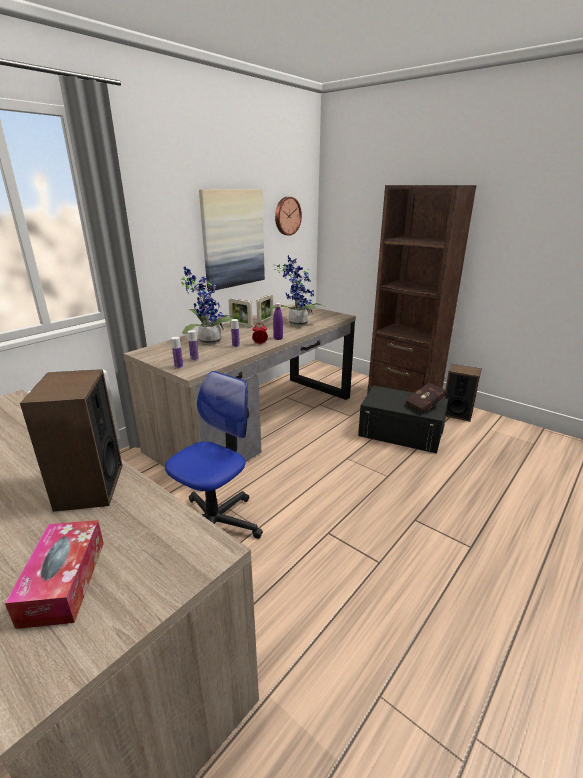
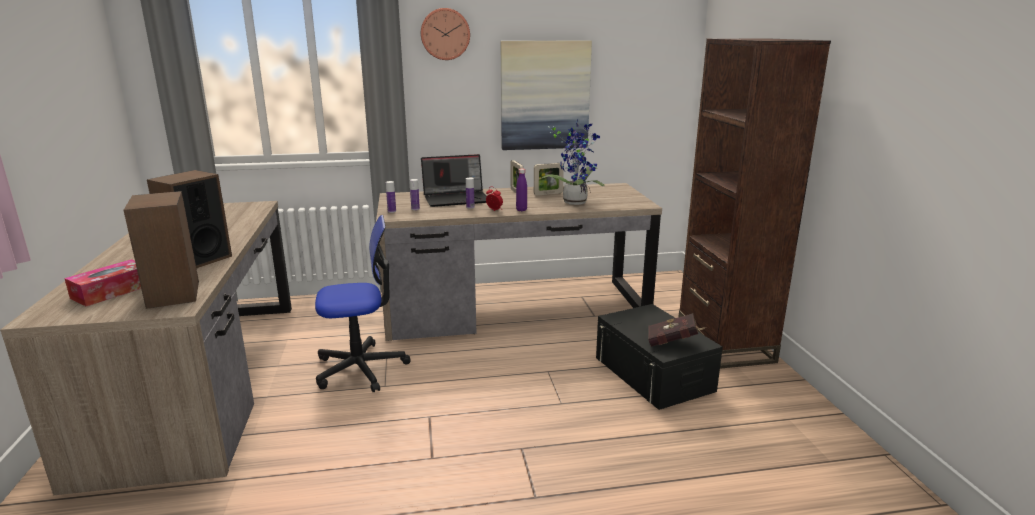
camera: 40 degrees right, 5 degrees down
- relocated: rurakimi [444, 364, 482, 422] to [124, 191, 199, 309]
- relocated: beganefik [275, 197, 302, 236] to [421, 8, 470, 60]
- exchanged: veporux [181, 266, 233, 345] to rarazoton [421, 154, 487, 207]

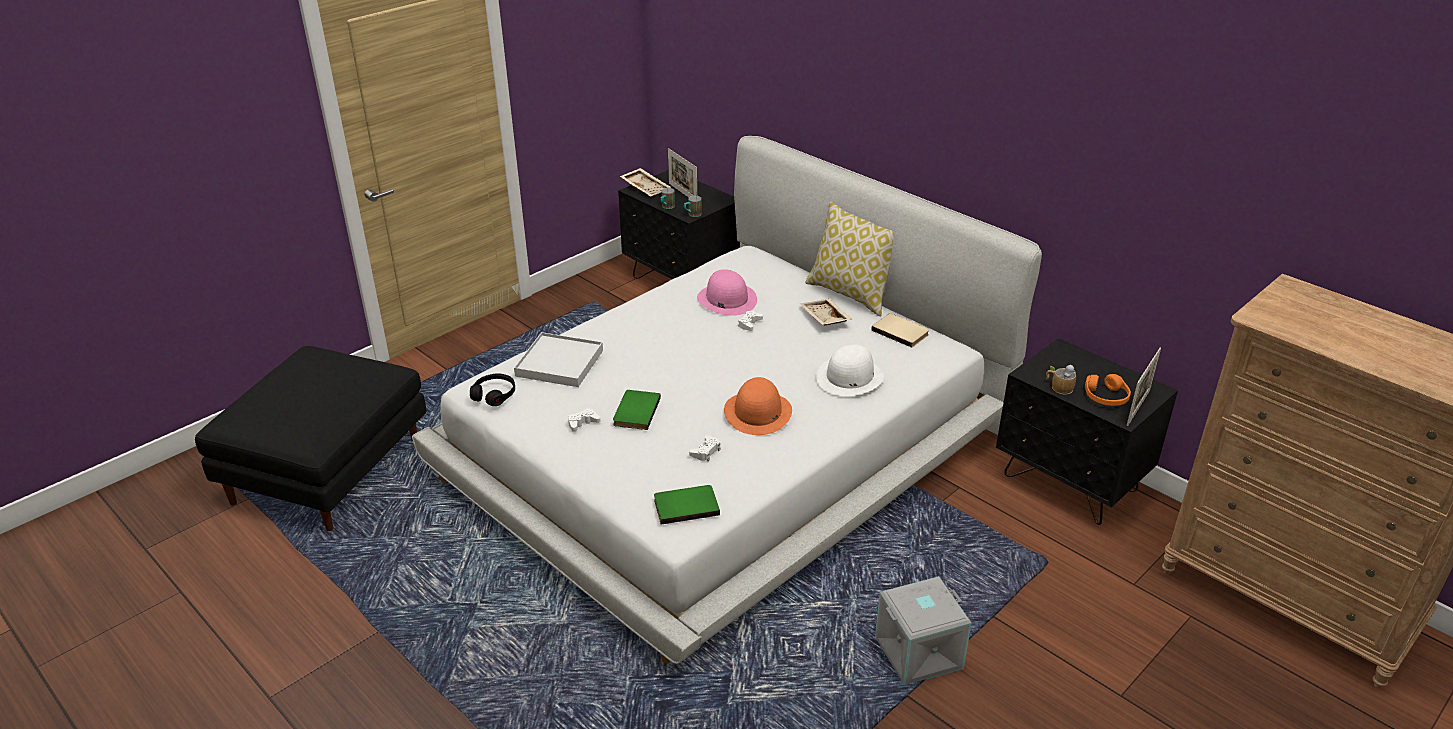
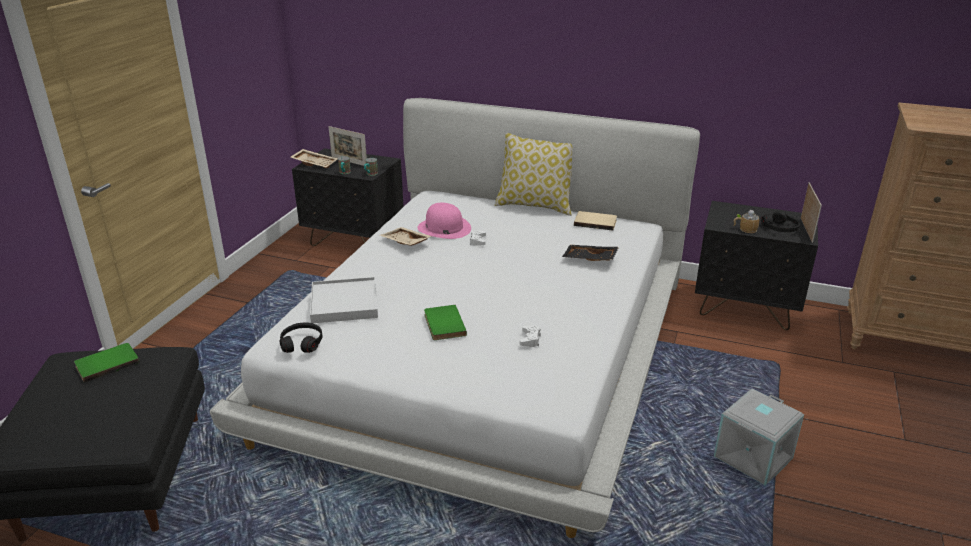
camera: 25 degrees left, 5 degrees down
- relocated: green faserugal [654, 485, 720, 525] to [74, 343, 140, 383]
- relocated: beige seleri [799, 299, 852, 326] to [380, 227, 432, 246]
- exchanged: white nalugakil [816, 344, 884, 396] to black seleri [562, 245, 619, 261]
- colour: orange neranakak [1085, 374, 1131, 406] to black neranakak [761, 211, 800, 232]
- missing: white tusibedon [568, 408, 600, 432]
- missing: orange nalugakil [724, 377, 792, 435]

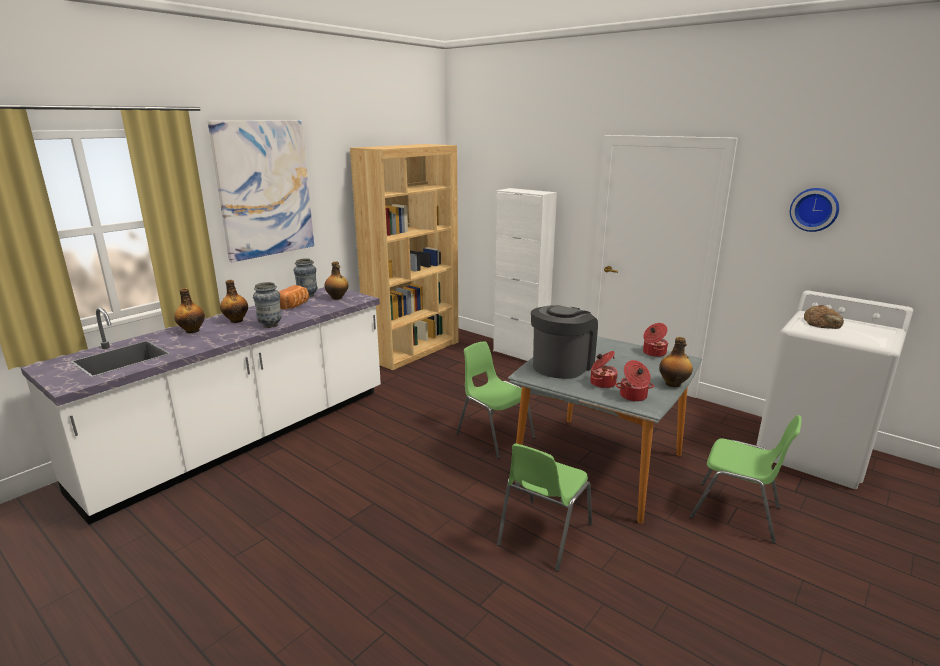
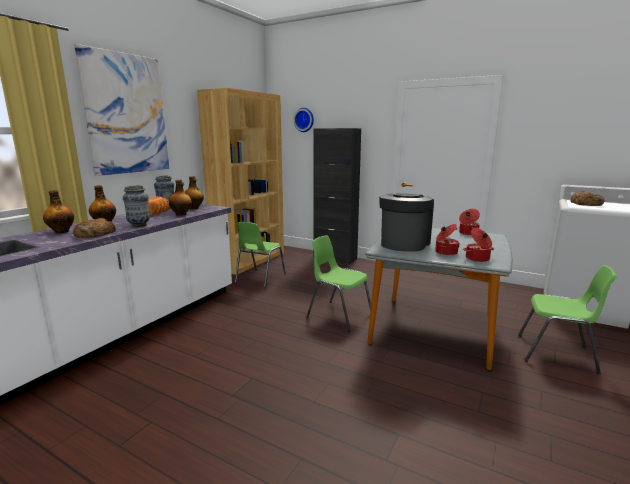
camera: 10 degrees left, 5 degrees down
- appeared: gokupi [73, 218, 115, 238]
- relocated: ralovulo [659, 337, 693, 387] to [169, 180, 192, 216]
- relocated: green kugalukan [497, 443, 592, 572] to [235, 222, 286, 288]
- relocated: beganefik [790, 188, 839, 232] to [293, 108, 314, 132]
- colour: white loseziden [493, 188, 557, 361] to black loseziden [313, 128, 361, 264]

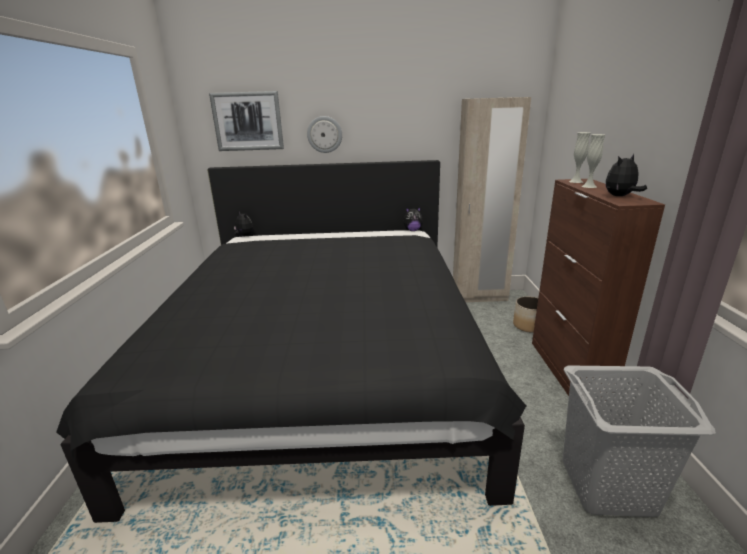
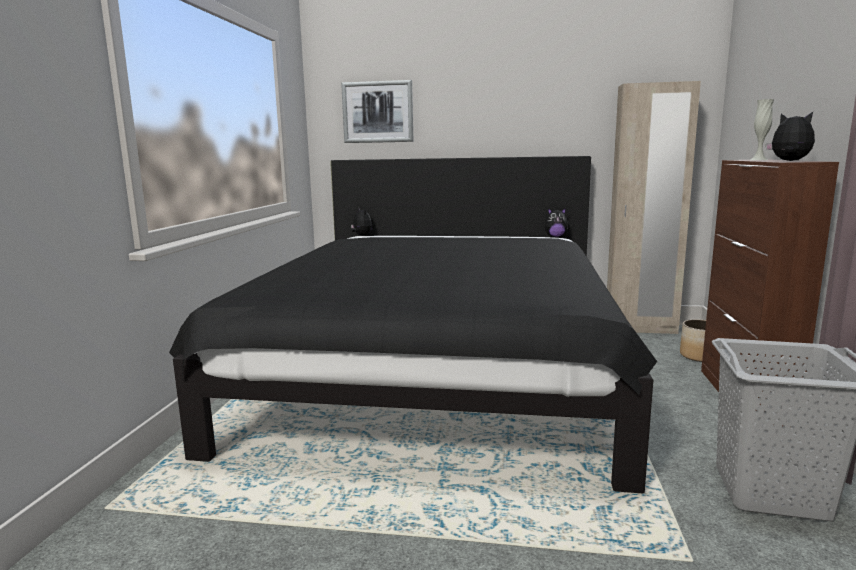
camera: 10 degrees right, 10 degrees down
- spun: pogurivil [606, 154, 647, 196] = [766, 112, 815, 161] 60 degrees clockwise
- missing: beganefik [307, 116, 342, 153]
- missing: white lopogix [569, 132, 590, 183]

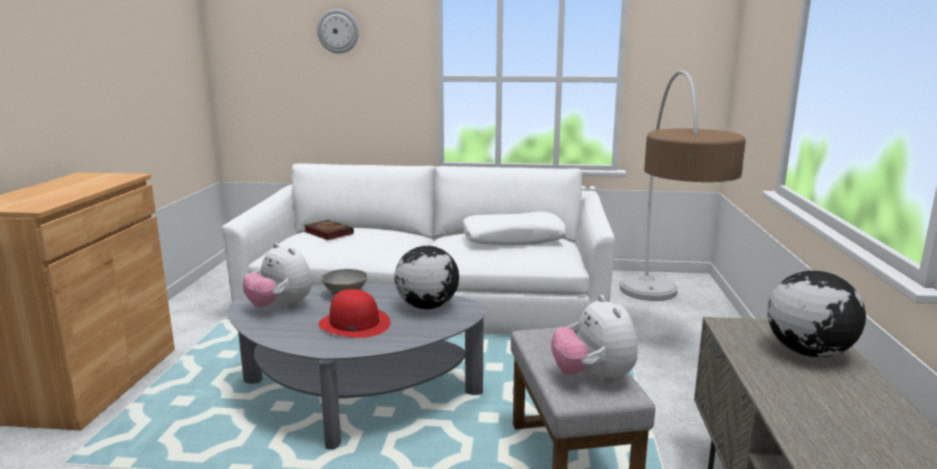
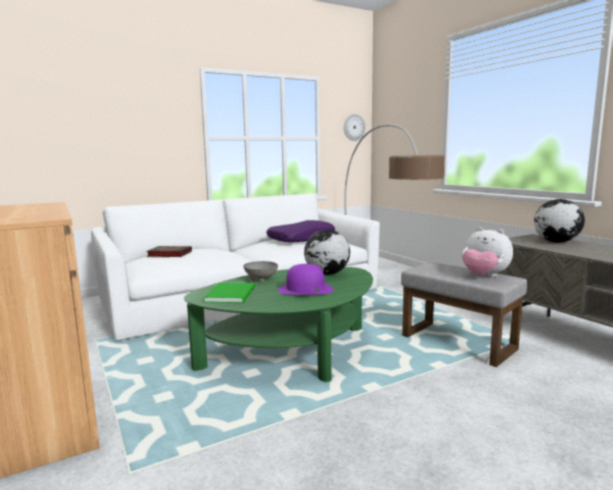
camera: 35 degrees left, 5 degrees down
- colour: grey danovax [228, 284, 487, 449] to green danovax [184, 267, 373, 382]
- exchanged: pogurivil [243, 243, 312, 308] to green faserugal [204, 283, 255, 303]
- colour: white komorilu [462, 212, 566, 245] to purple komorilu [266, 220, 335, 242]
- colour: red nalugakil [318, 289, 390, 338] to purple nalugakil [278, 264, 334, 295]
- relocated: beganefik [317, 9, 359, 54] to [344, 114, 365, 141]

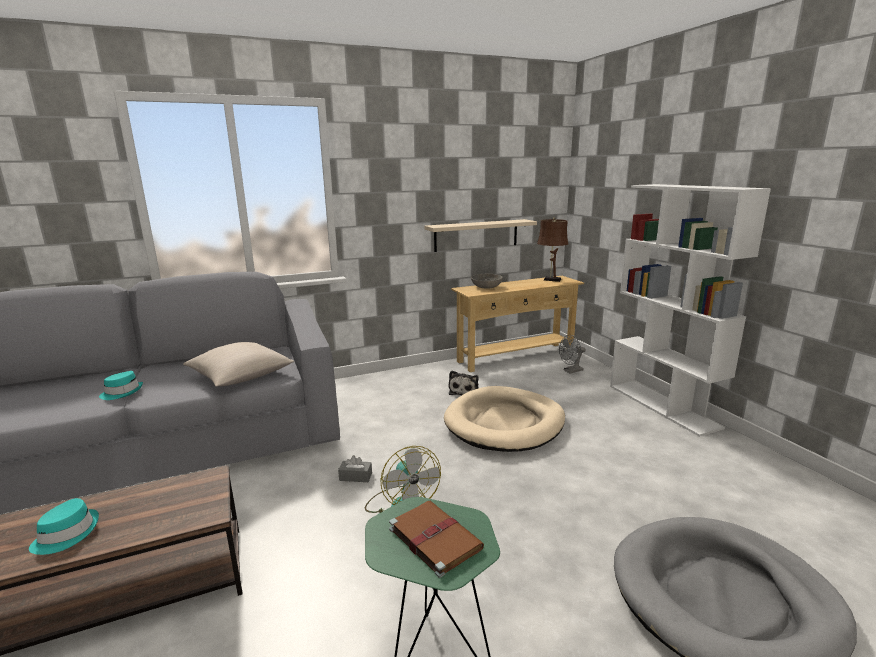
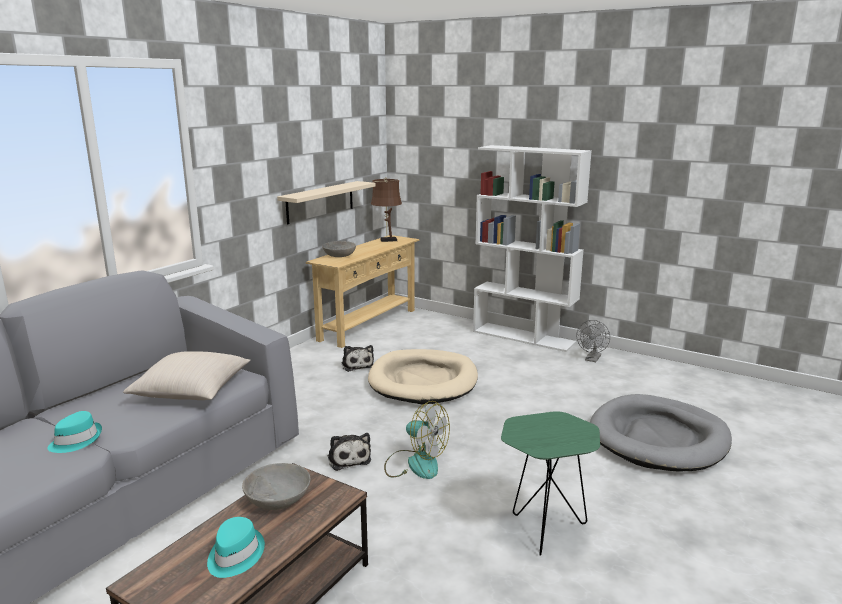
camera: 35 degrees left, 0 degrees up
- appeared: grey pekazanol [242, 463, 311, 510]
- exchanged: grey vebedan [338, 455, 372, 482] to pogurivil [328, 433, 371, 471]
- relocated: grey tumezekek [559, 335, 586, 373] to [577, 320, 610, 362]
- missing: brown faserugal [389, 500, 484, 578]

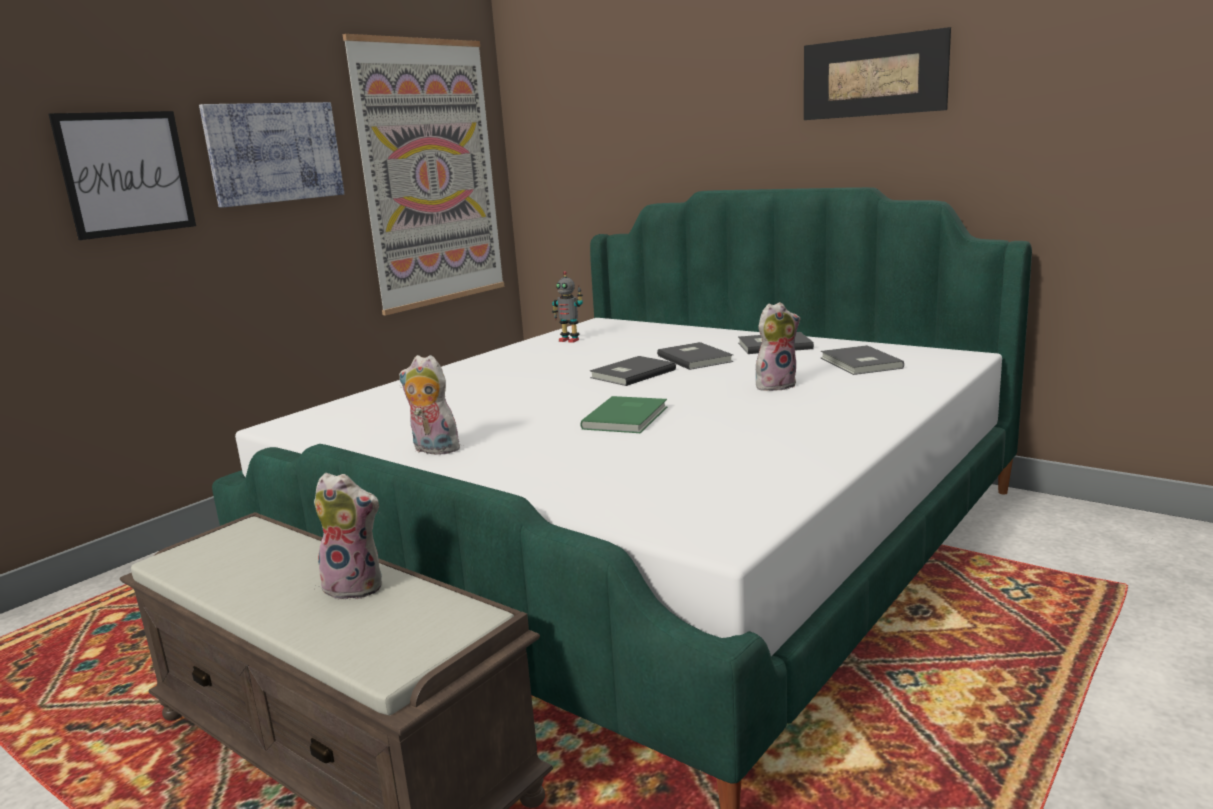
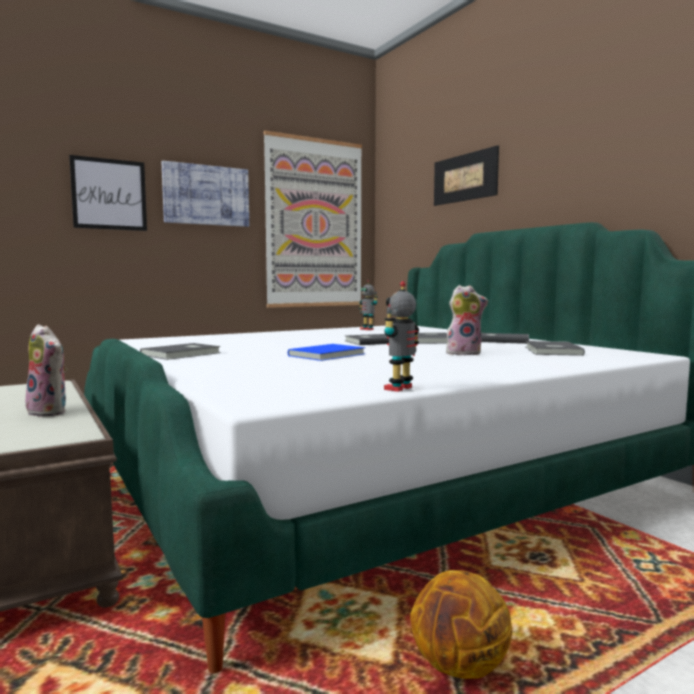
camera: 20 degrees right, 10 degrees down
- exchanged: pogurivil [399, 355, 466, 455] to grey faserugal [140, 343, 221, 360]
- colour: green faserugal [580, 396, 667, 433] to blue faserugal [288, 344, 365, 361]
- appeared: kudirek [384, 281, 419, 392]
- appeared: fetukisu [410, 570, 512, 679]
- relocated: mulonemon [804, 27, 951, 120] to [434, 145, 499, 206]

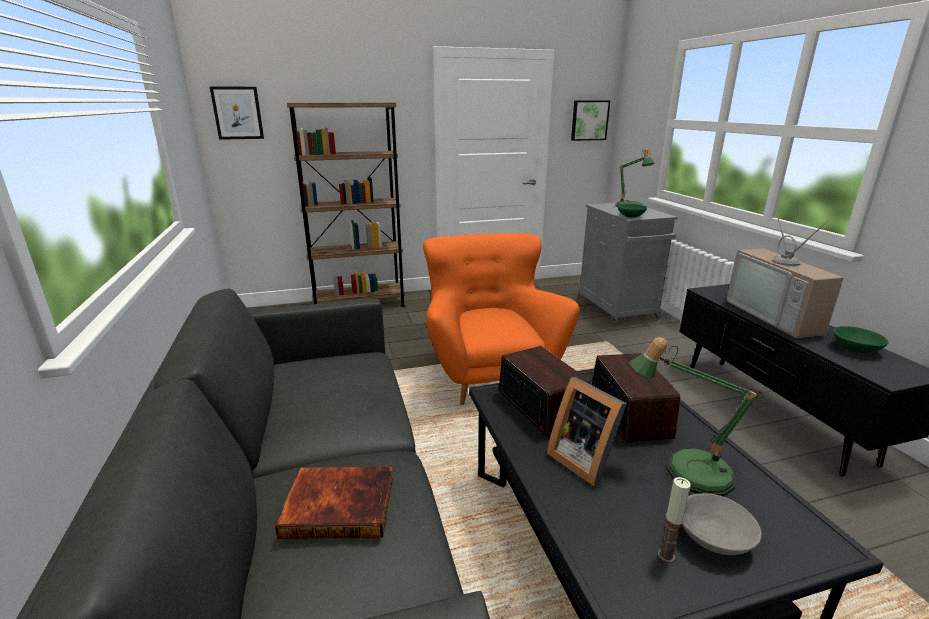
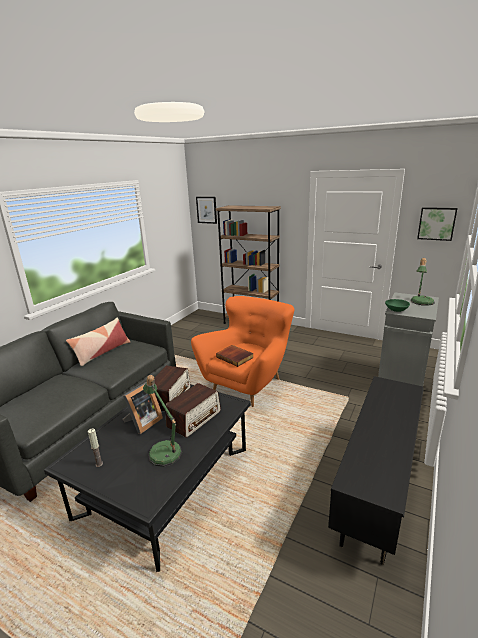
camera: 45 degrees right, 0 degrees up
- appeared: komorilu [66, 318, 130, 366]
- spun: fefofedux [547, 377, 627, 486] = [123, 382, 163, 434] 150 degrees counterclockwise
- relocated: faserugal [275, 467, 393, 539] to [216, 345, 254, 367]
- missing: grey pekazanol [682, 493, 762, 555]
- missing: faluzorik [726, 207, 844, 338]
- missing: green pekazanol [833, 326, 889, 353]

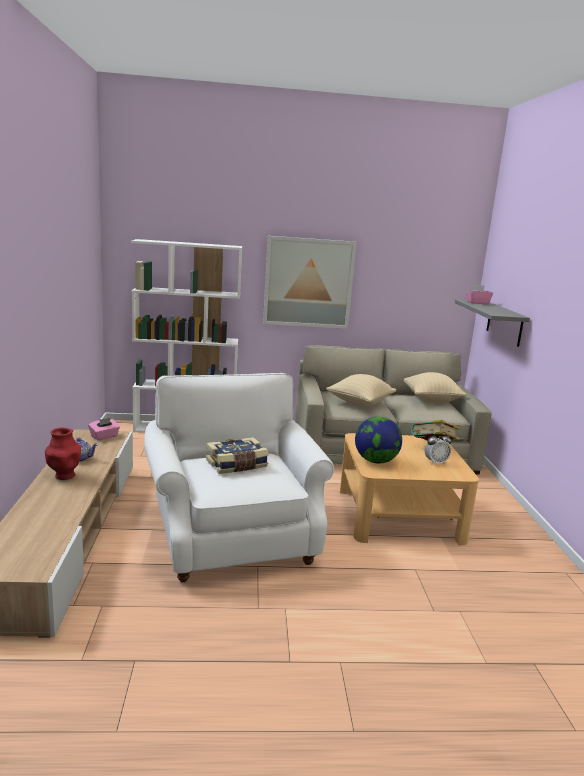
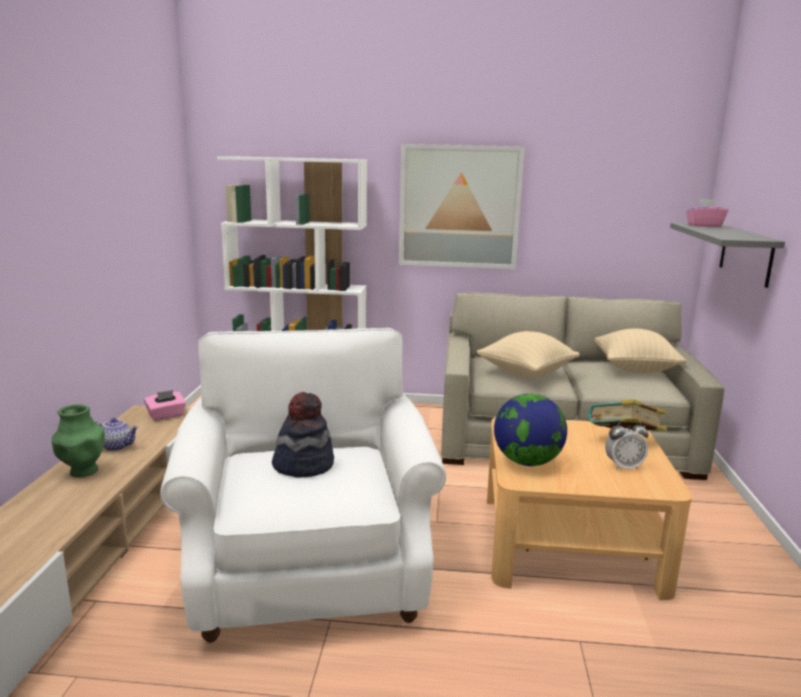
camera: 10 degrees right, 0 degrees up
- colour: red lopogix [45, 428, 81, 480] to green lopogix [52, 404, 105, 477]
- exchanged: faserugal [206, 437, 269, 474] to nalugakil [272, 392, 334, 477]

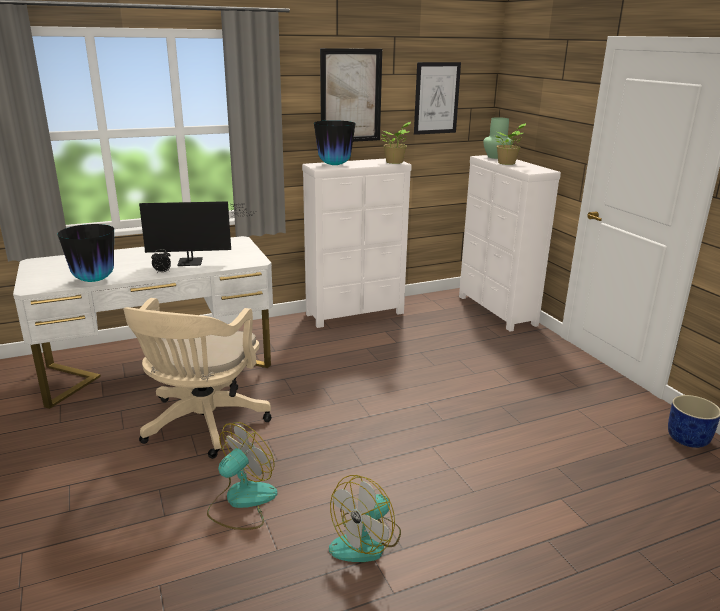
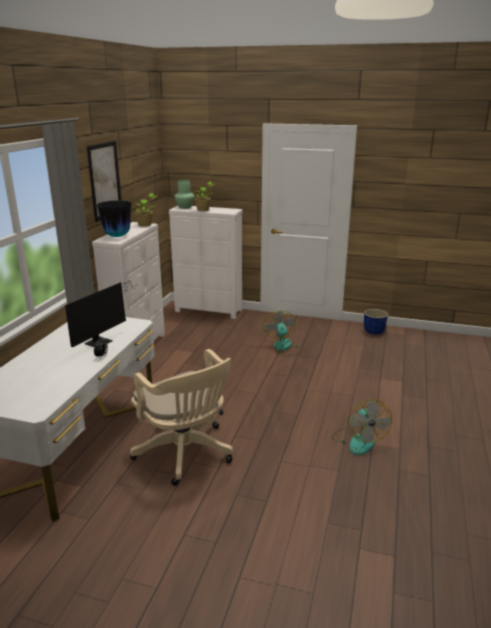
camera: 50 degrees left, 0 degrees up
- relocated: tumezekek [207, 422, 278, 530] to [264, 311, 305, 356]
- missing: lopogix [57, 224, 114, 282]
- missing: mulonemon [414, 62, 461, 135]

